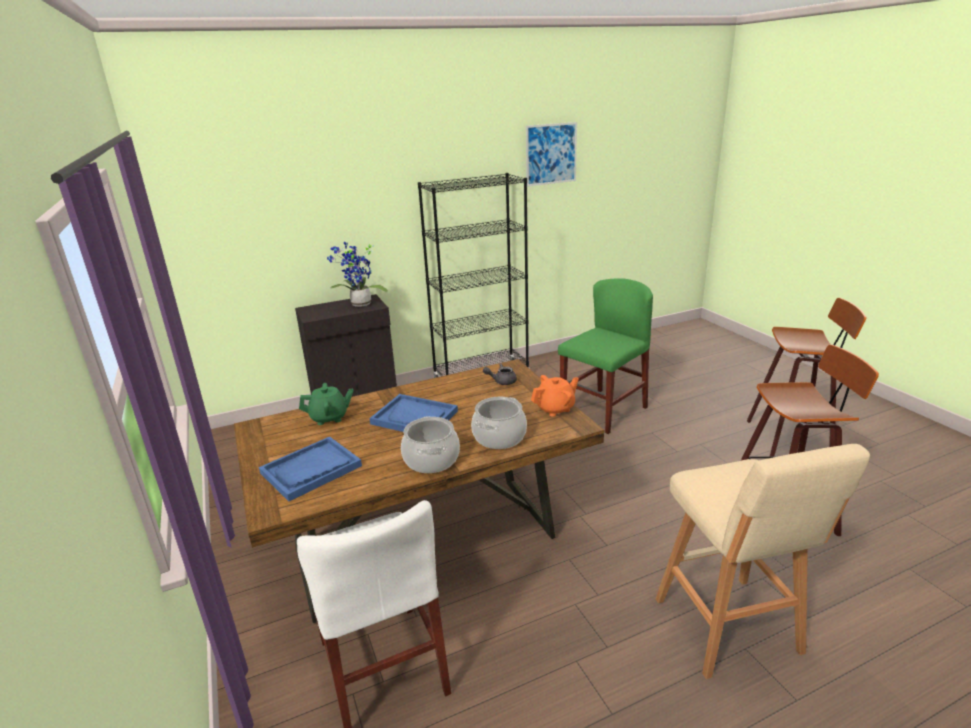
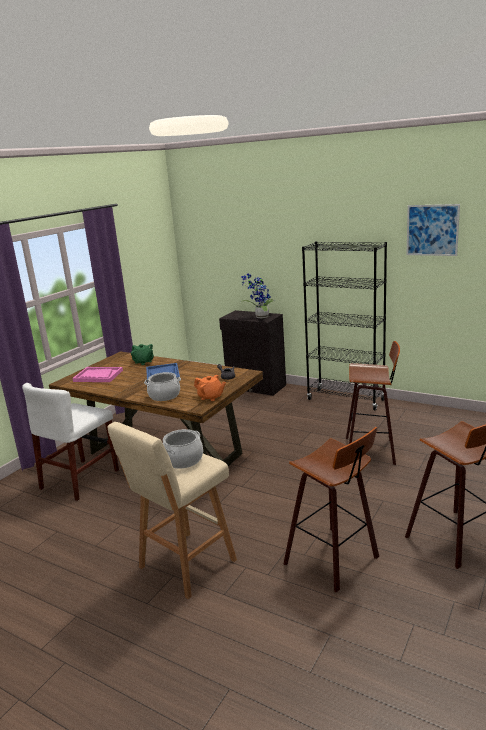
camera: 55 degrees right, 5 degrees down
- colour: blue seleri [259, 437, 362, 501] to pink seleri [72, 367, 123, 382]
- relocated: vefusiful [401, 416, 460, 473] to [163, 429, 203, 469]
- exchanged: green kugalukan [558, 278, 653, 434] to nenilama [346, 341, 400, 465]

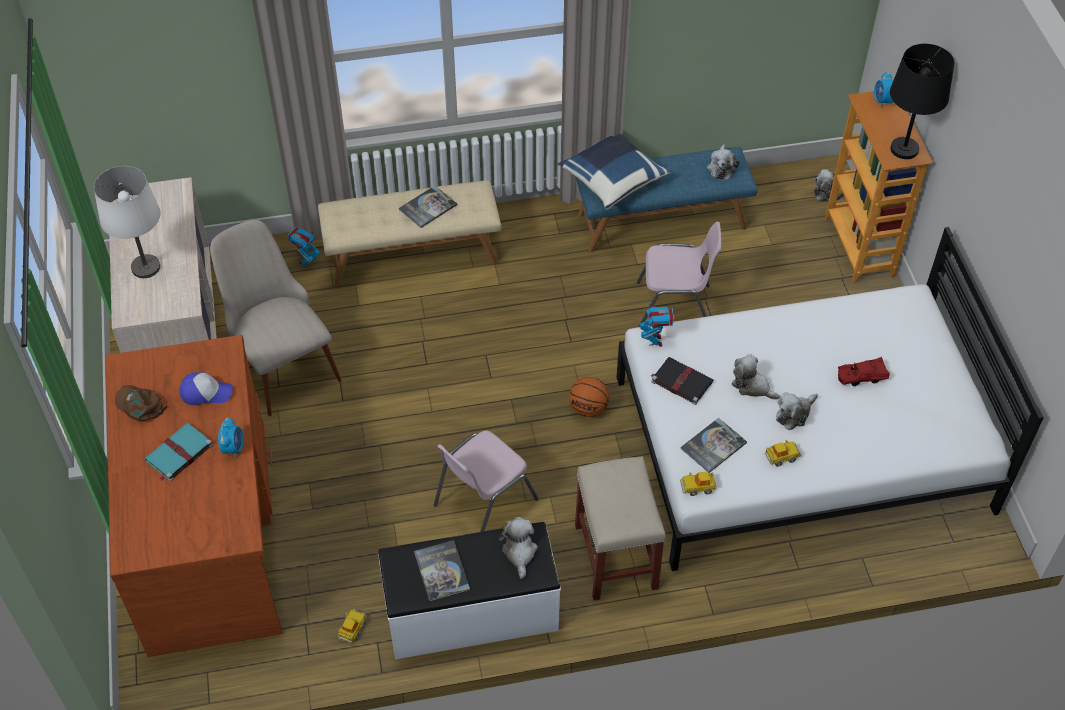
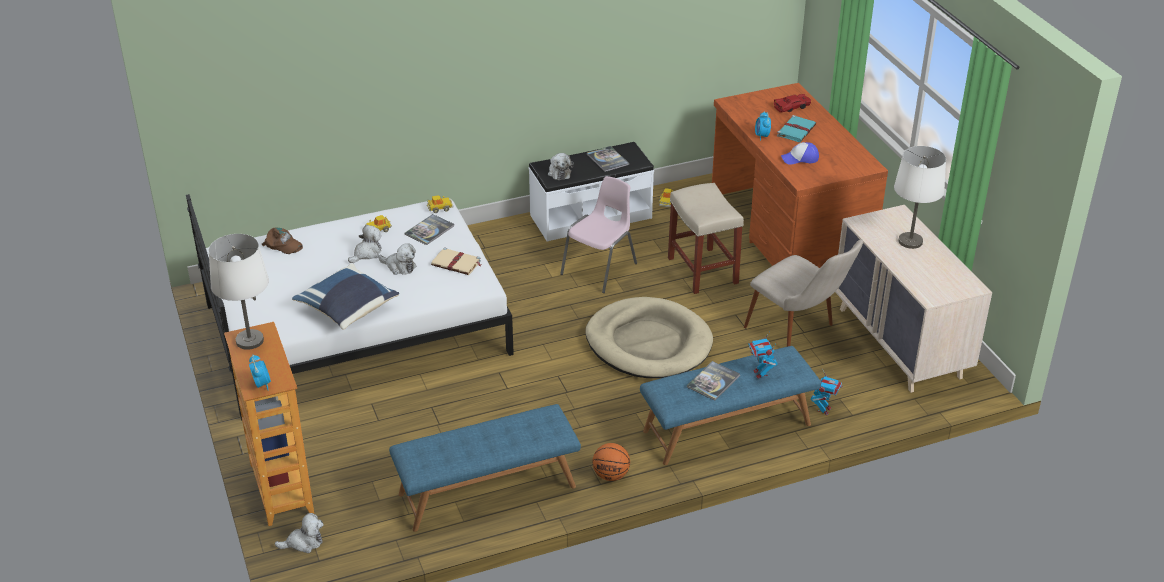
camera: 170 degrees right, 15 degrees down
- colour: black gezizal [890, 44, 955, 159] to white gezizal [209, 234, 269, 350]
- relocated: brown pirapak [115, 385, 168, 421] to [262, 228, 303, 254]
- relocated: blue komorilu [559, 134, 671, 209] to [292, 263, 399, 330]
- colour: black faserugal [650, 357, 713, 405] to beige faserugal [431, 247, 481, 275]
- appeared: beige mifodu [585, 297, 713, 378]
- relocated: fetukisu [569, 377, 609, 417] to [593, 443, 630, 481]
- colour: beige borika [318, 180, 501, 288] to blue borika [640, 346, 821, 465]
- relocated: beige nenilama [575, 456, 666, 601] to [668, 183, 744, 294]
- relocated: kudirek [640, 300, 674, 347] to [748, 333, 778, 379]
- relocated: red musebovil [838, 357, 890, 386] to [773, 94, 811, 113]
- missing: pink kugalukan [637, 222, 721, 327]
- missing: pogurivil [707, 144, 739, 180]

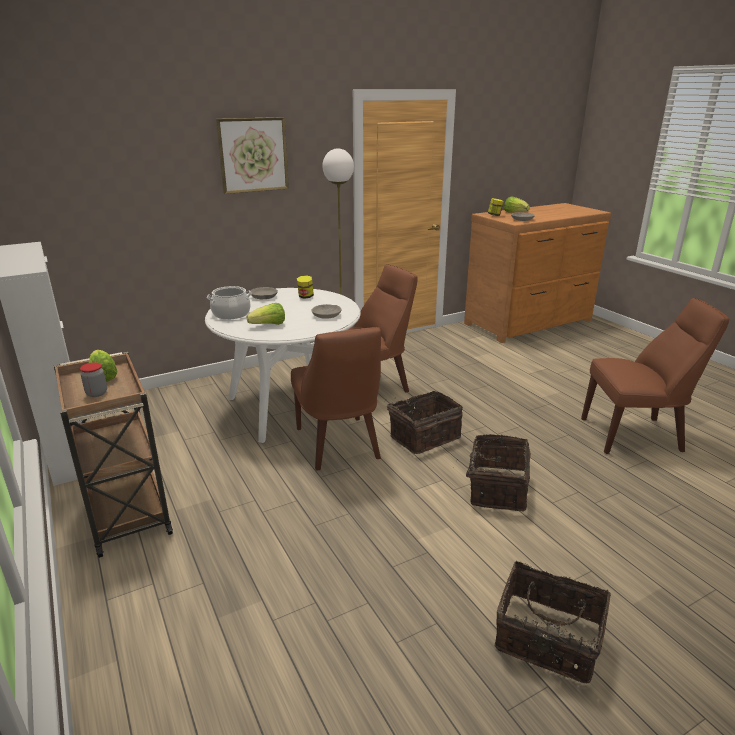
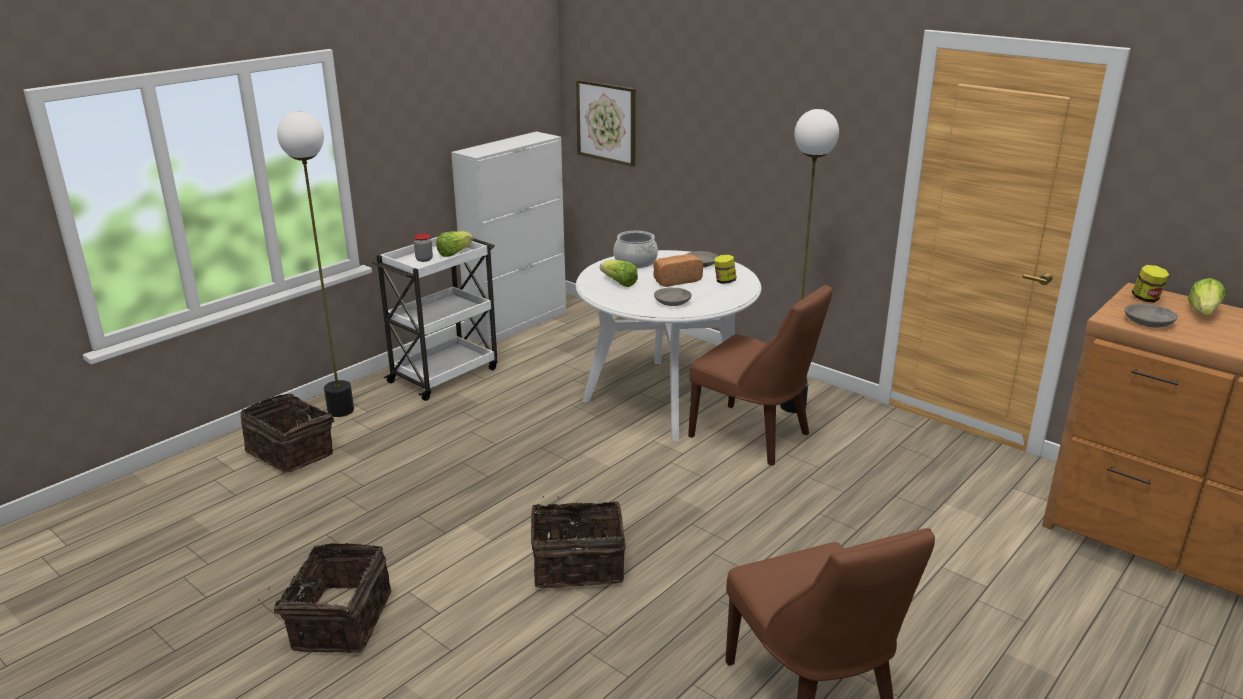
camera: 70 degrees right, 0 degrees up
- relocated: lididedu [387, 391, 463, 454] to [241, 394, 334, 473]
- appeared: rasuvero [277, 111, 354, 417]
- colour: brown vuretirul [54, 352, 173, 558] to white vuretirul [372, 237, 497, 401]
- relocated: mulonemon [216, 117, 289, 194] to [576, 80, 636, 167]
- appeared: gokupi [653, 254, 703, 287]
- missing: brown kugalukan [291, 327, 381, 471]

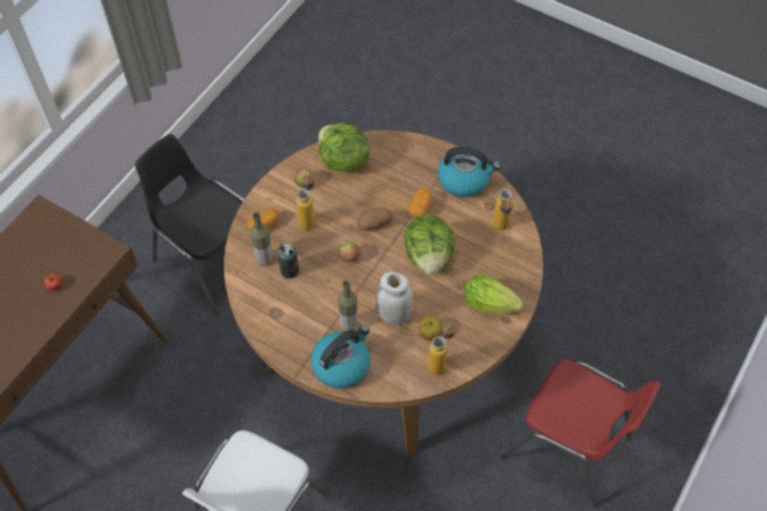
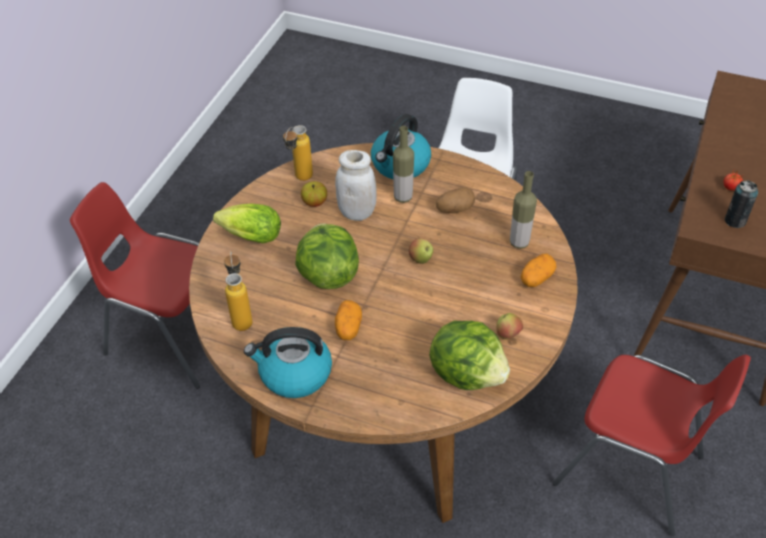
camera: 170 degrees right, 10 degrees down
- relocated: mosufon [358, 207, 393, 231] to [436, 187, 475, 213]
- colour: black kugalukan [135, 134, 245, 314] to red kugalukan [553, 354, 751, 536]
- relocated: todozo [278, 243, 299, 279] to [725, 180, 758, 228]
- missing: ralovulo [296, 172, 315, 230]

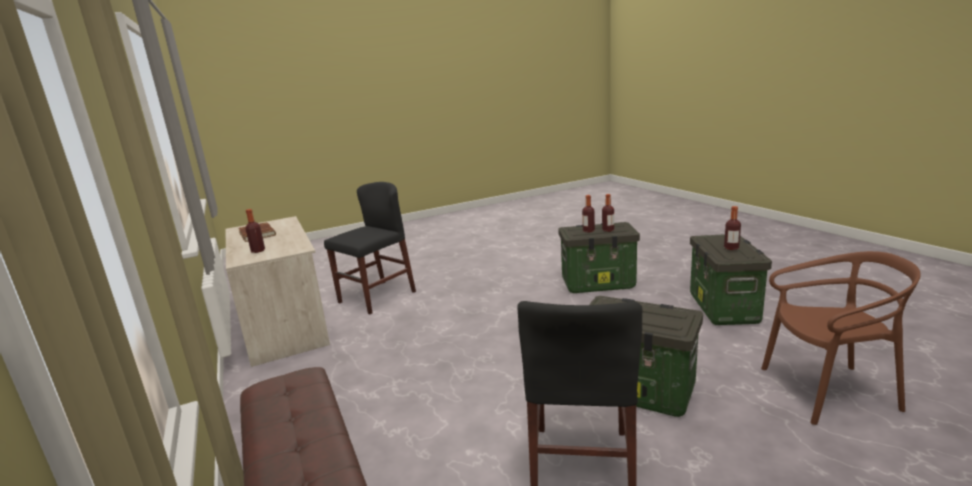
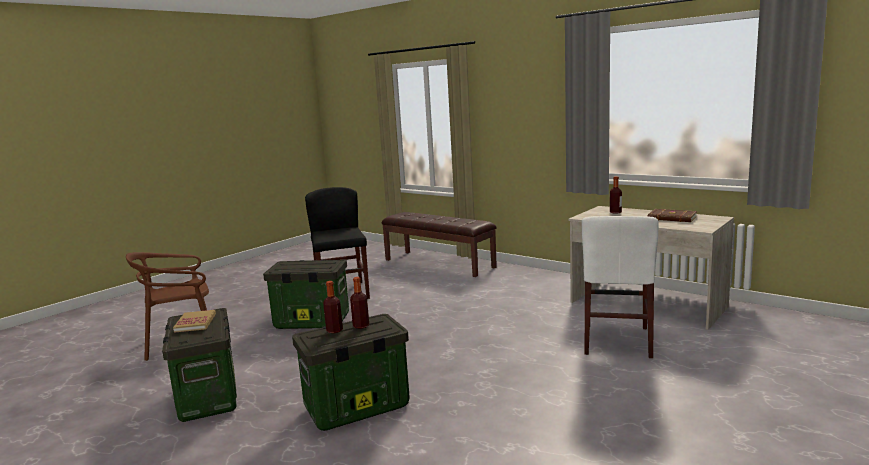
camera: 155 degrees right, 5 degrees down
- exchanged: ralovulo [724, 206, 741, 250] to faserugal [173, 310, 216, 333]
- colour: black kugalukan [324, 182, 416, 314] to white kugalukan [582, 216, 659, 358]

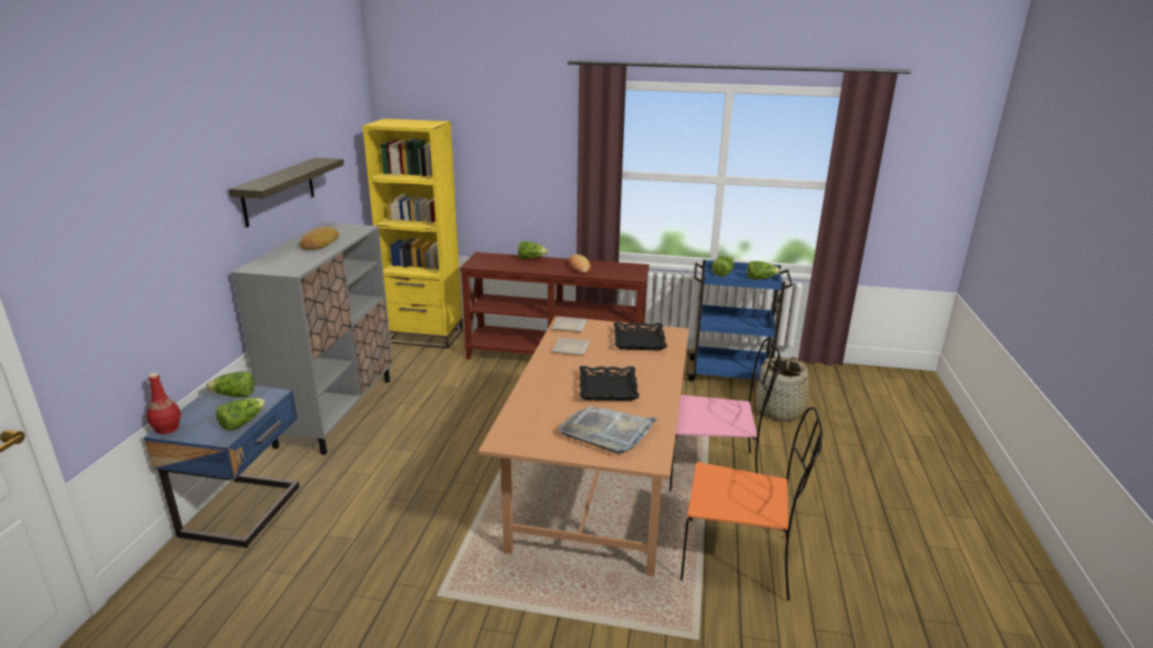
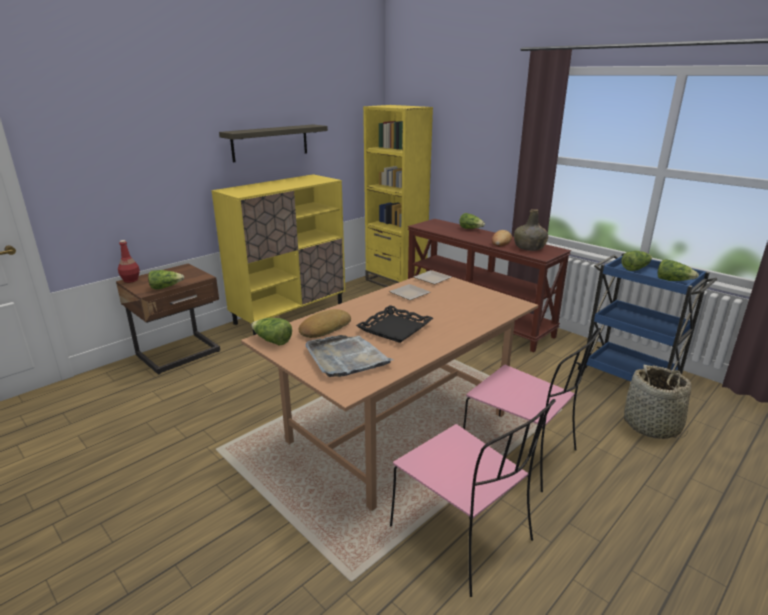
camera: 35 degrees right, 0 degrees up
- colour: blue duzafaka [144, 386, 300, 548] to brown duzafaka [116, 263, 220, 375]
- colour: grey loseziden [231, 222, 393, 455] to yellow loseziden [211, 174, 345, 335]
- relocated: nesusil [206, 371, 254, 397] to [251, 318, 292, 345]
- relocated: gokupi [300, 227, 339, 250] to [299, 309, 351, 338]
- colour: orange kugalukan [680, 407, 822, 600] to pink kugalukan [390, 399, 556, 597]
- appeared: green ralovulo [514, 209, 548, 251]
- missing: black seleri [614, 322, 667, 350]

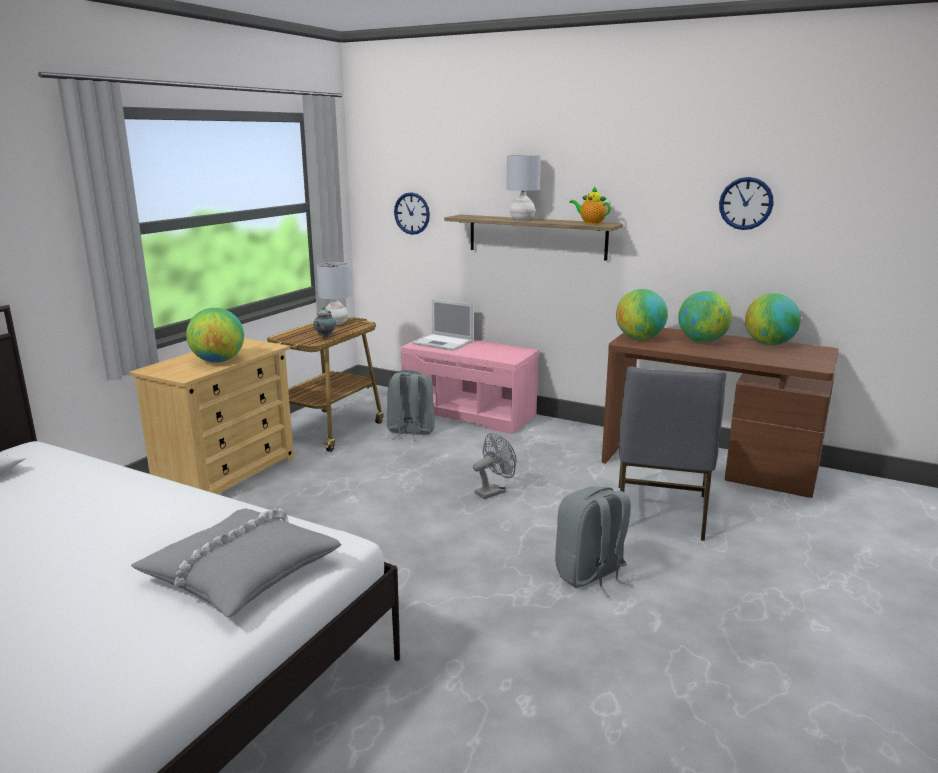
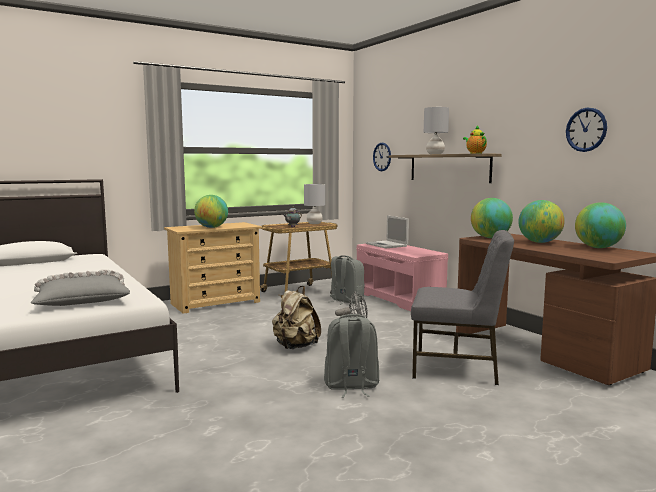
camera: 30 degrees right, 10 degrees down
- appeared: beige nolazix [272, 286, 321, 349]
- spun: grey kugalukan [619, 366, 726, 541] = [411, 230, 514, 385] 120 degrees counterclockwise

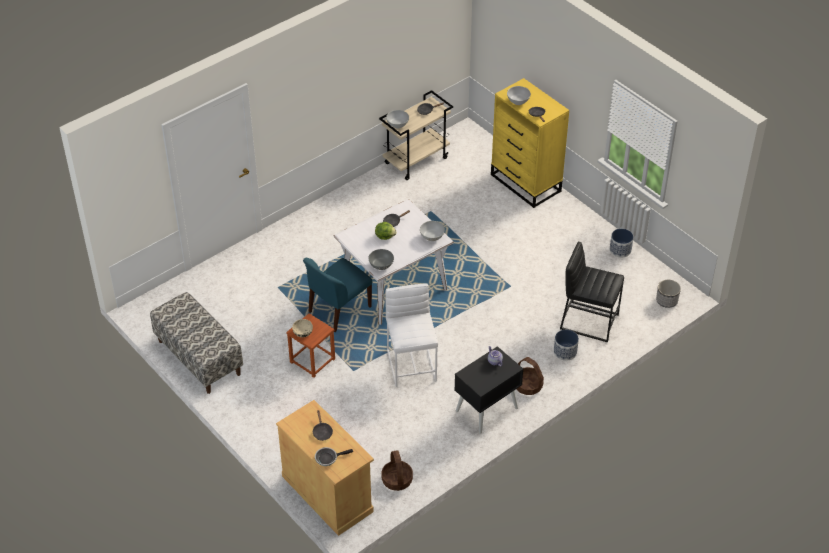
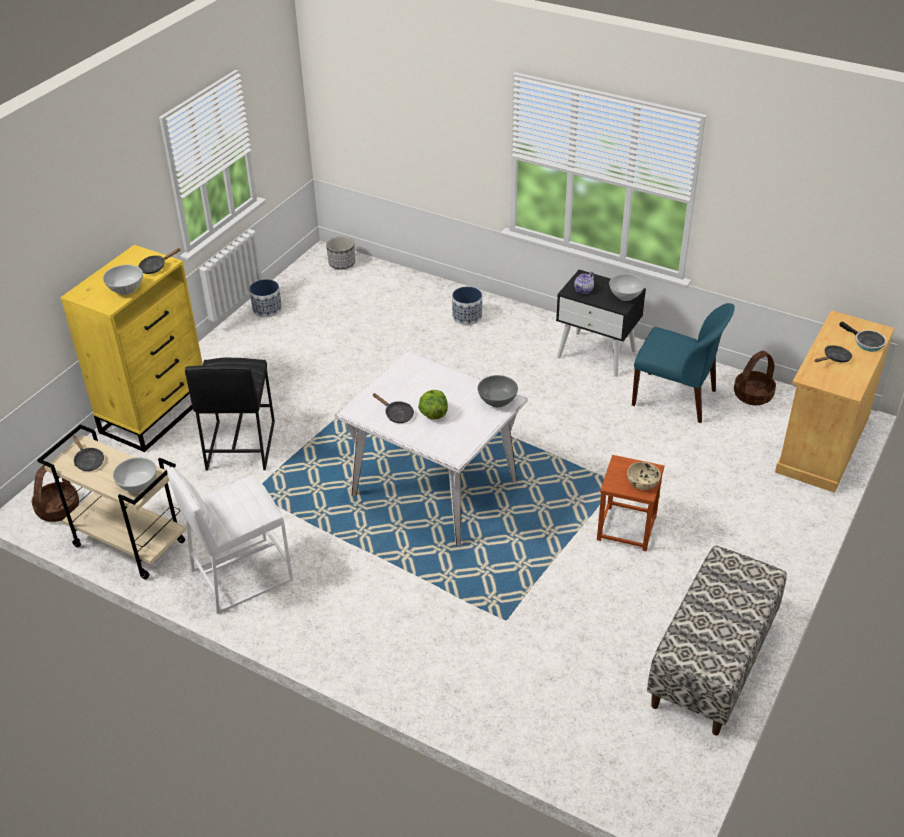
camera: 110 degrees left, 5 degrees down
- relocated: lididedu [517, 357, 544, 395] to [32, 462, 79, 522]
- relocated: white nenilama [386, 283, 438, 387] to [167, 467, 293, 614]
- relocated: black nenilama [560, 242, 624, 342] to [185, 357, 275, 471]
- relocated: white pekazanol [420, 221, 445, 241] to [609, 274, 645, 301]
- relocated: blue kugalukan [303, 258, 373, 332] to [632, 303, 735, 423]

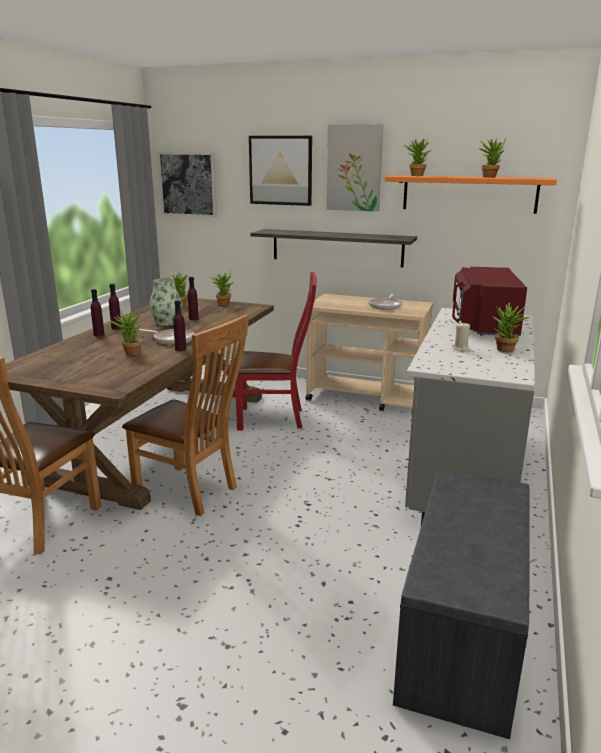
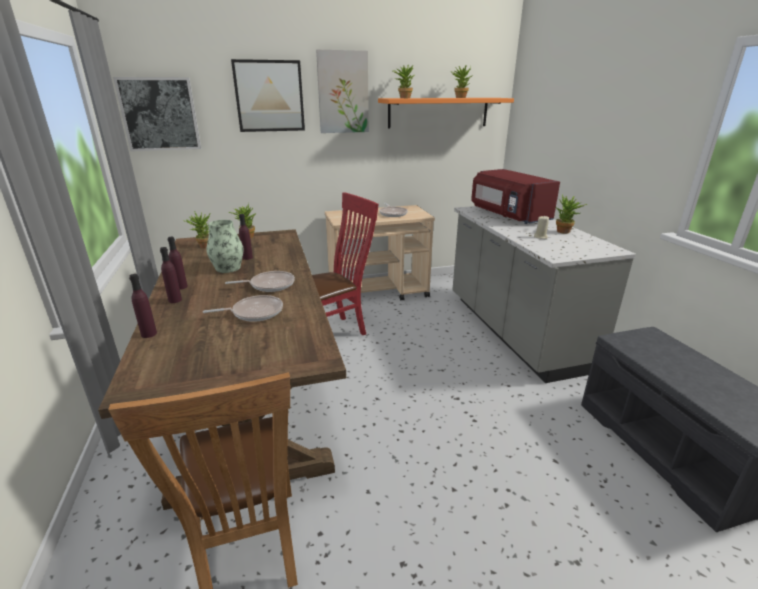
camera: 35 degrees left, 5 degrees up
- relocated: purple ralovulo [173, 300, 186, 351] to [129, 274, 157, 338]
- exchanged: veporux [108, 310, 142, 355] to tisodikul [203, 295, 283, 322]
- missing: brown kugalukan [122, 314, 249, 516]
- missing: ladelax [250, 229, 417, 267]

